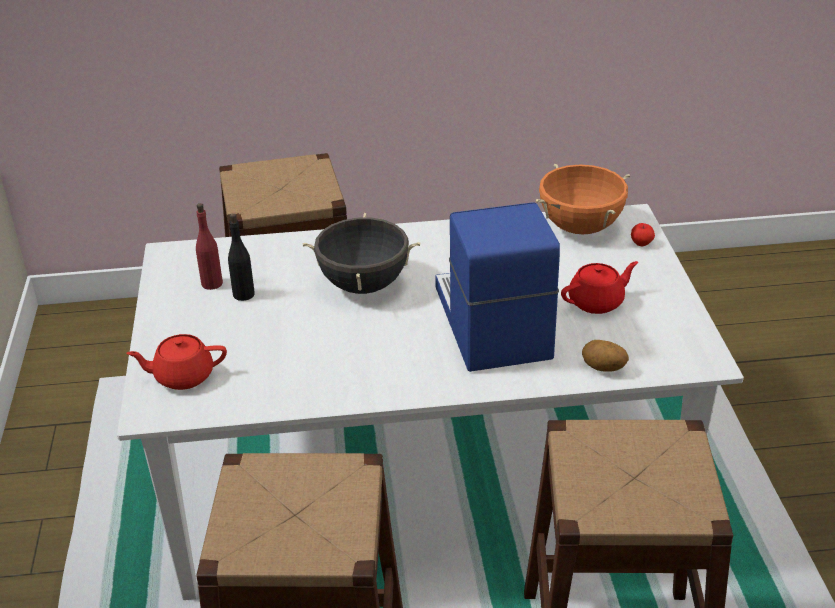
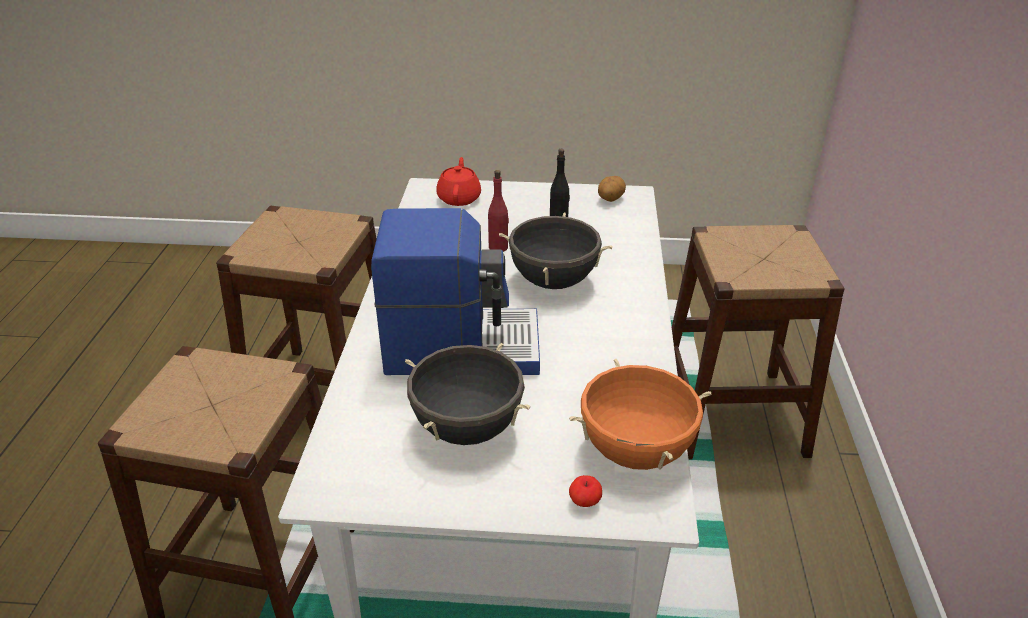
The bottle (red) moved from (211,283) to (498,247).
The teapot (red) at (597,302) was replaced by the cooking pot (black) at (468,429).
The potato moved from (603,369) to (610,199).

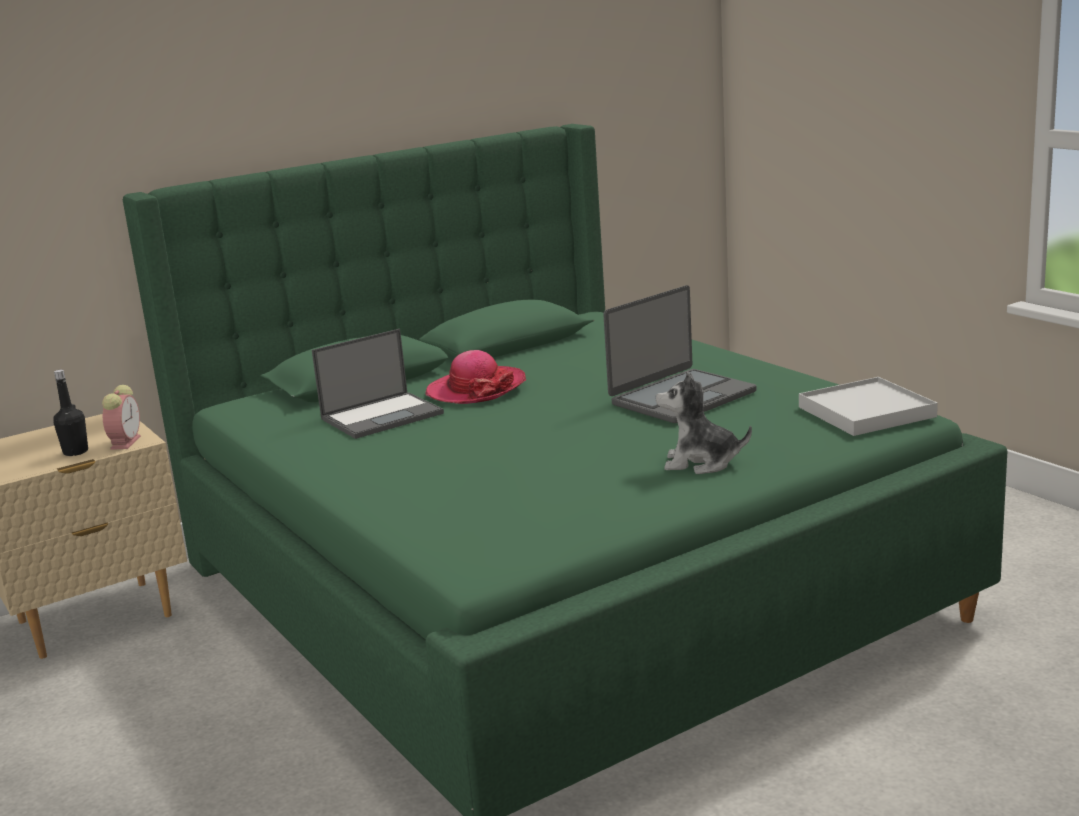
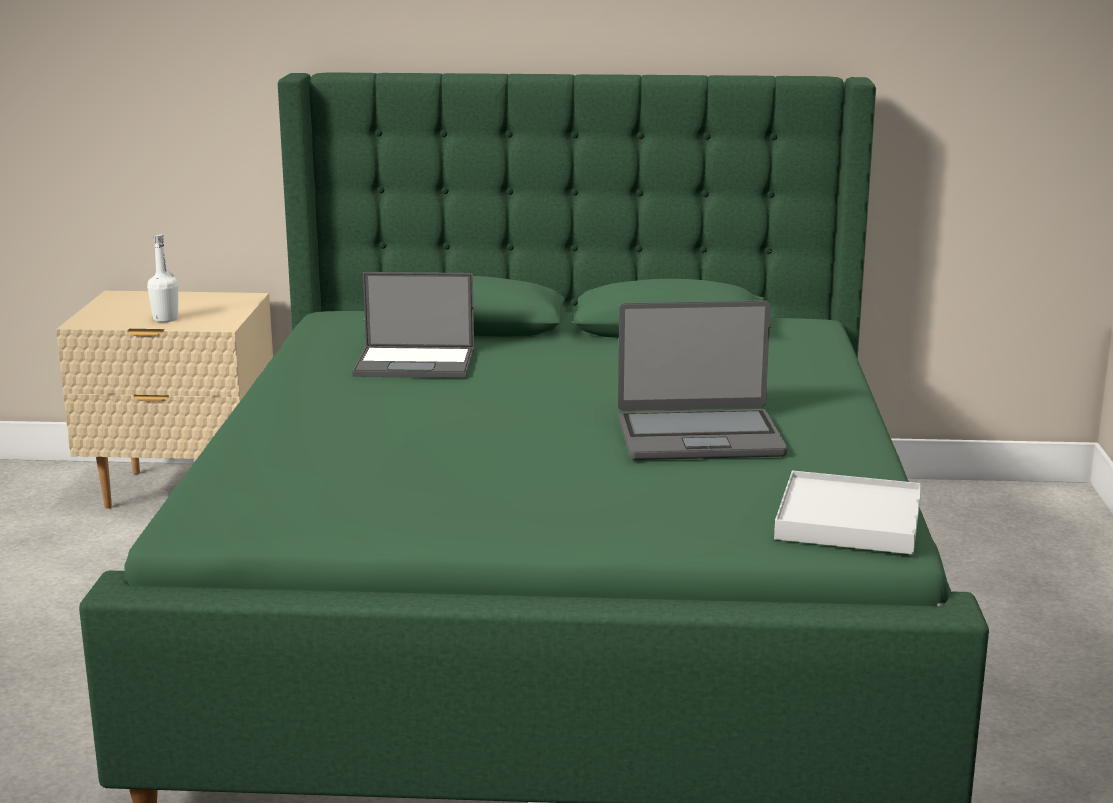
The bottle (black) at (75,452) became the bottle (white) at (165,319).
The alarm clock at (125,442) disappeared.
The hat at (476,389) disappeared.
The plush toy at (700,463) disappeared.

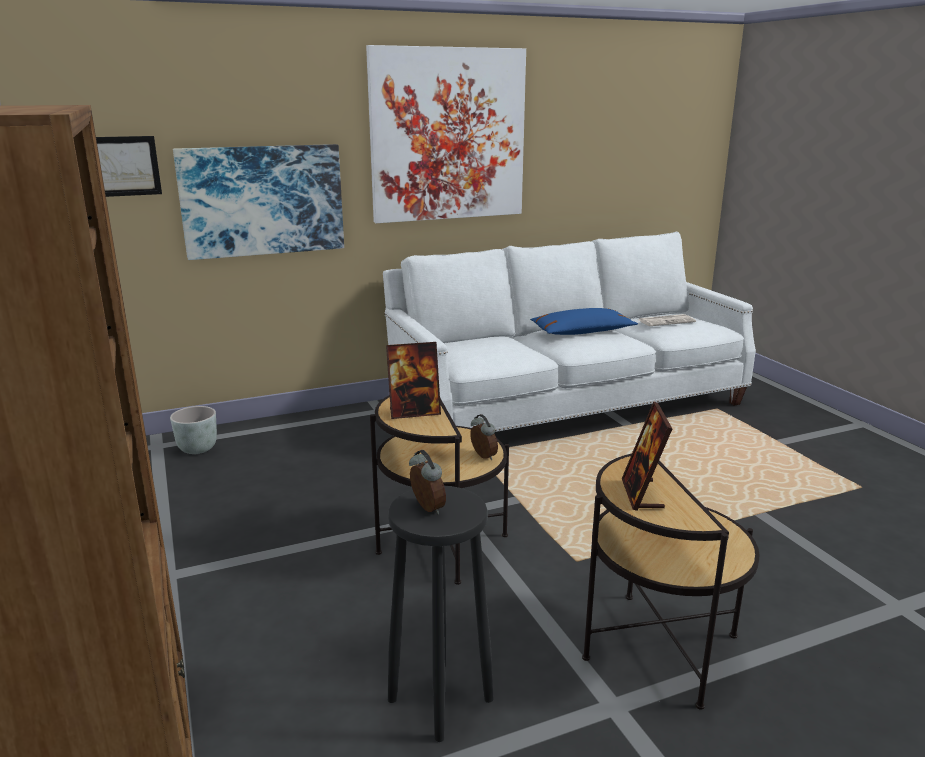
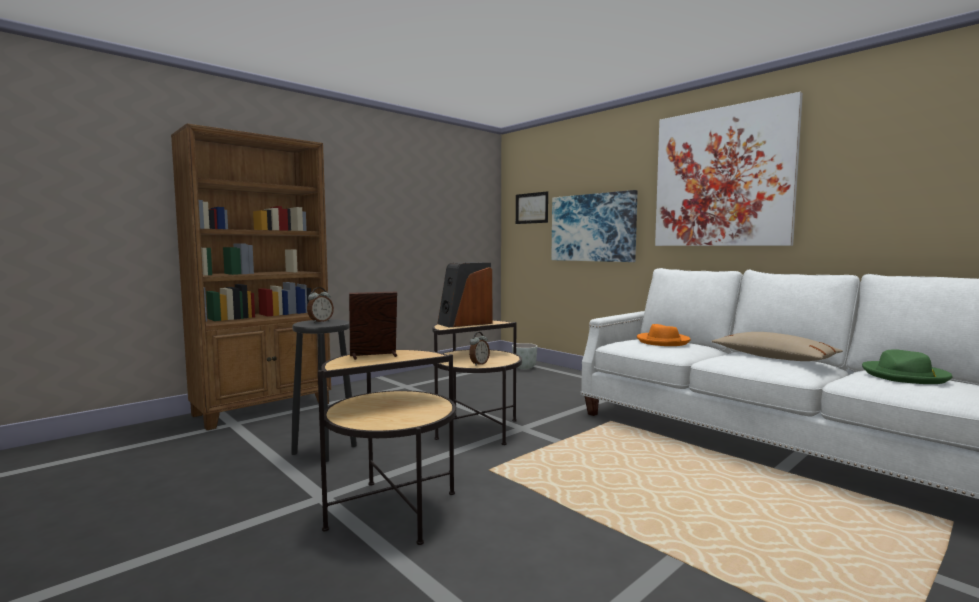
The picture frame at (414,412) was replaced by the speaker at (465,323).
The pillow (blue) at (582,332) became the pillow (beige) at (773,358).
The newspaper at (666,321) was replaced by the hat (green) at (905,376).
The hat (orange) at (663,341) appeared.

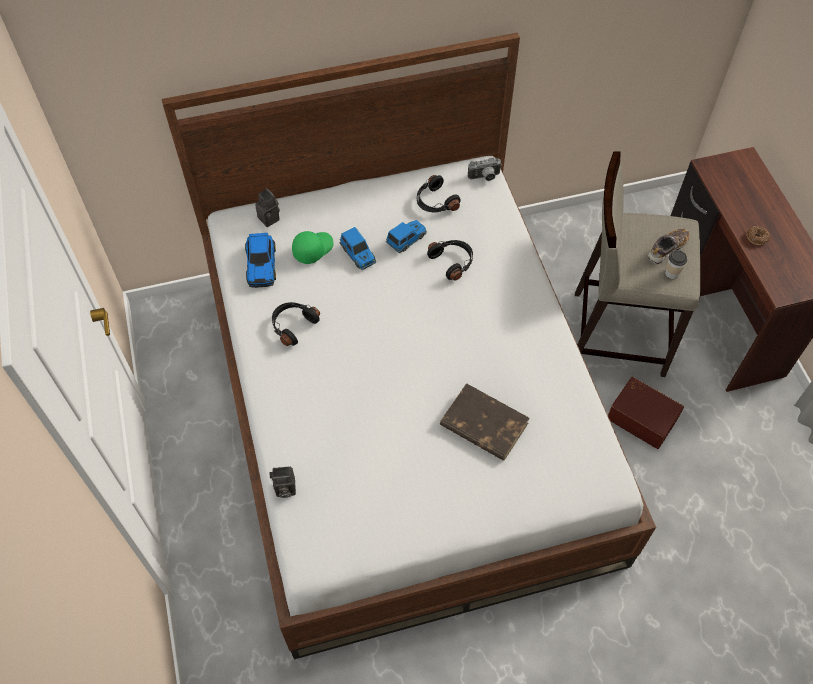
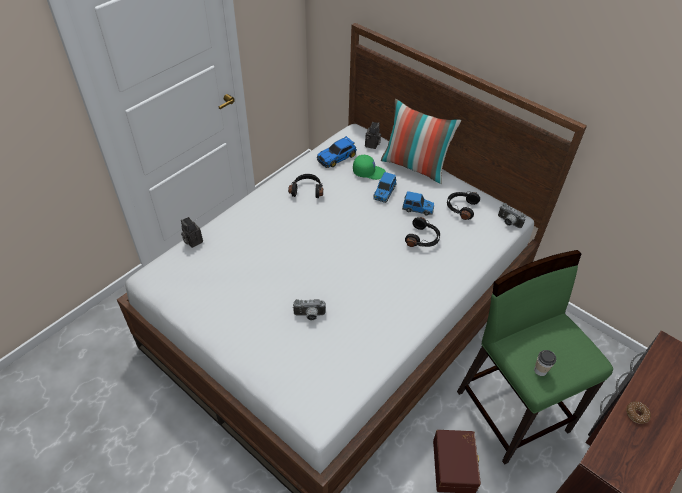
The book (brown) at (483,424) was replaced by the photo camera at (309,315).
The stool (beige) at (617,332) became the stool (green) at (512,409).
The shoe at (667,249) disappeared.
The pillow at (415,166) appeared.

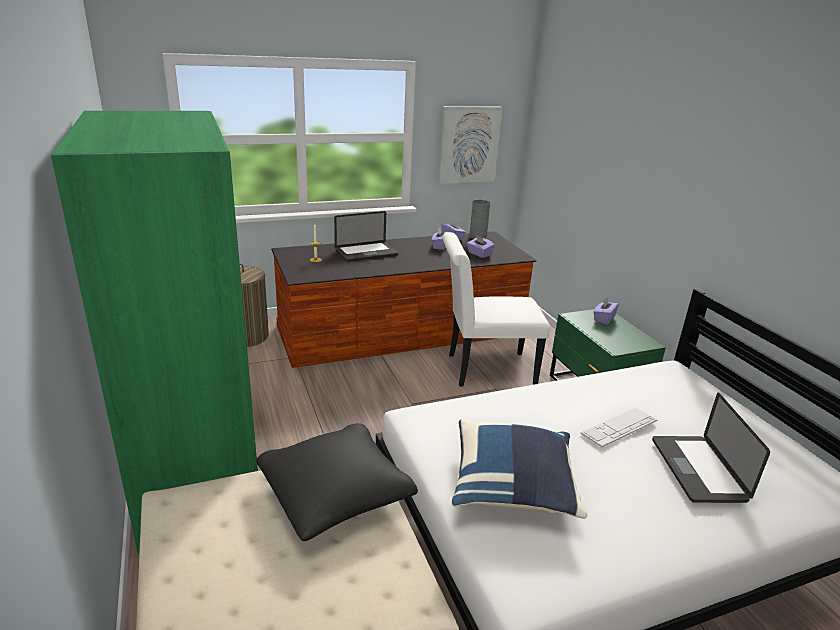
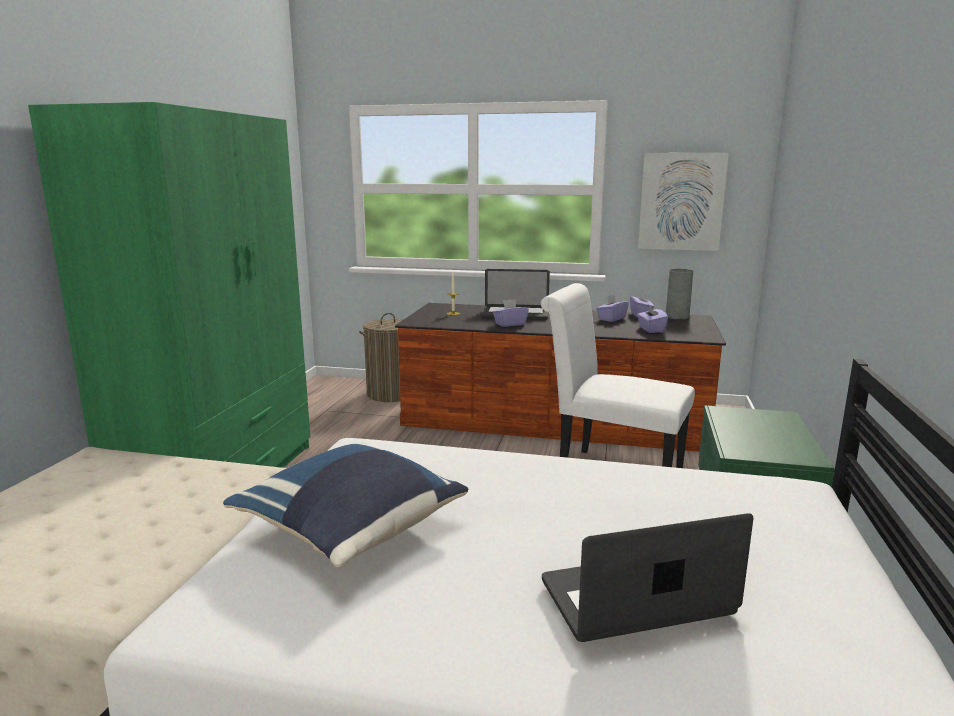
The pillow (black) at (335,493) disappeared.
The keyboard at (619,427) disappeared.
The tissue box (purple) moved from (603,319) to (510,324).
The laptop at (697,469) turned 45 degrees clockwise.

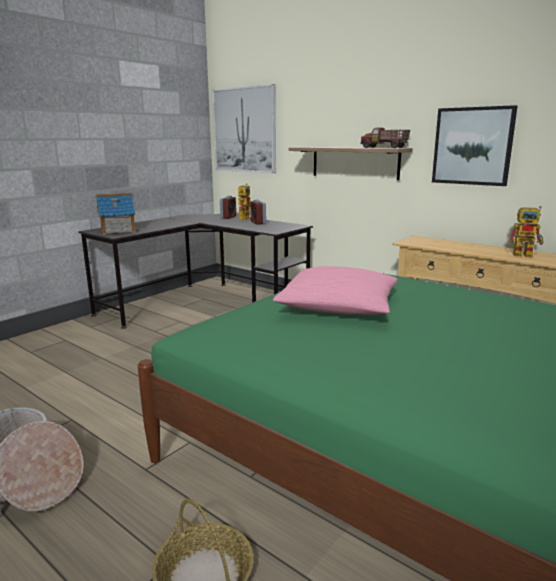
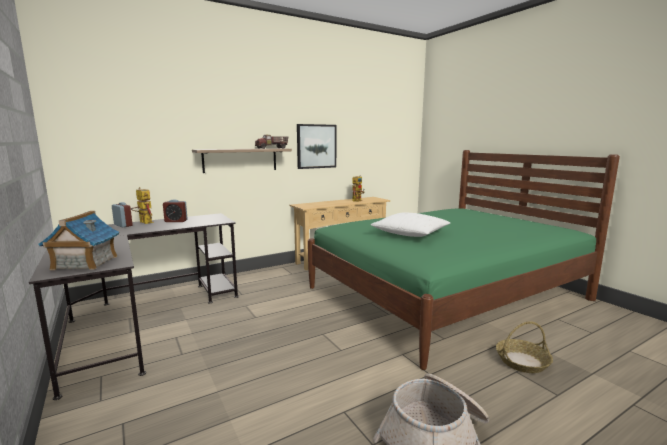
The picture at (244,130) disappeared.
The pillow (pink) at (338,306) became the pillow (white) at (410,234).

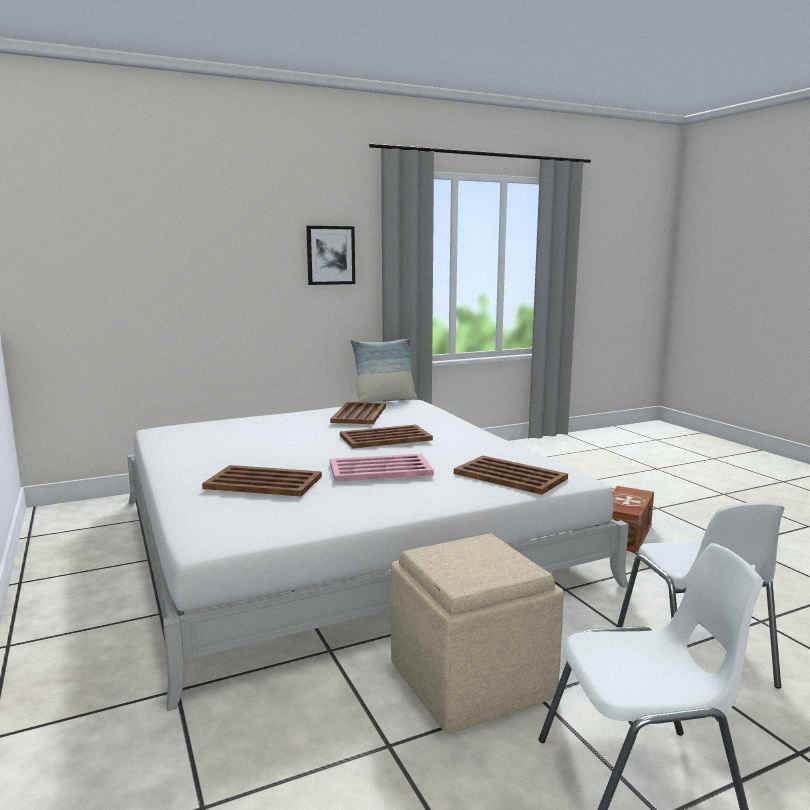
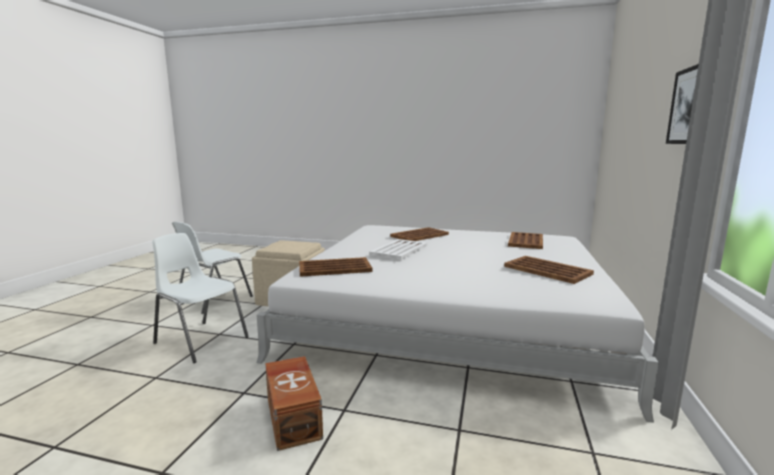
The tray (pink) at (381,469) became the tray (white) at (399,250).
The tray (brown) moved from (384,438) to (526,241).
The pillow at (384,401) disappeared.

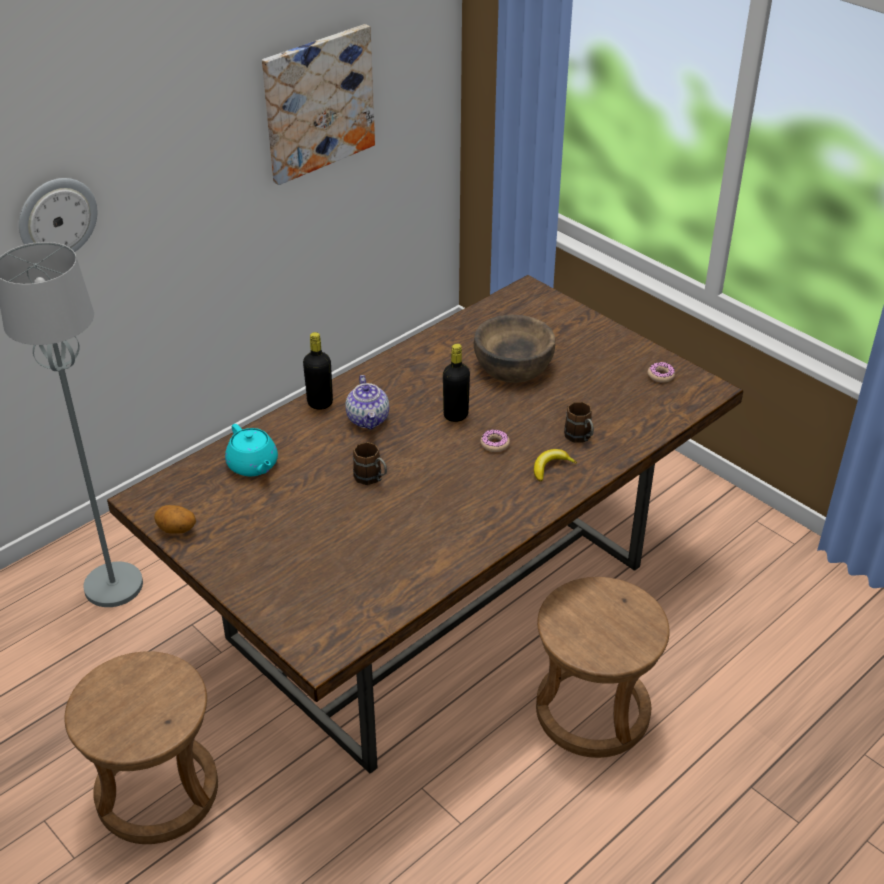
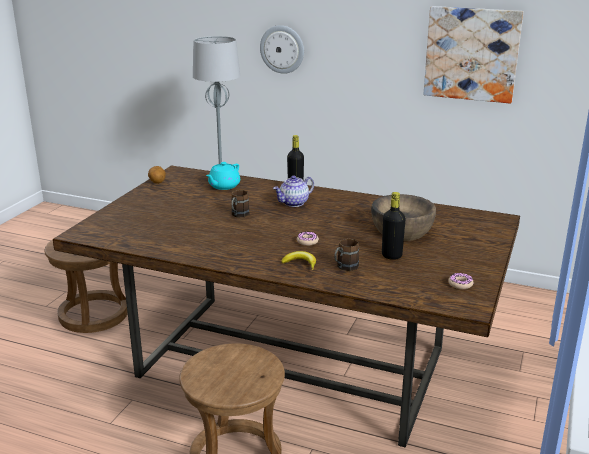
The bottle (black) moved from (455,415) to (391,256).

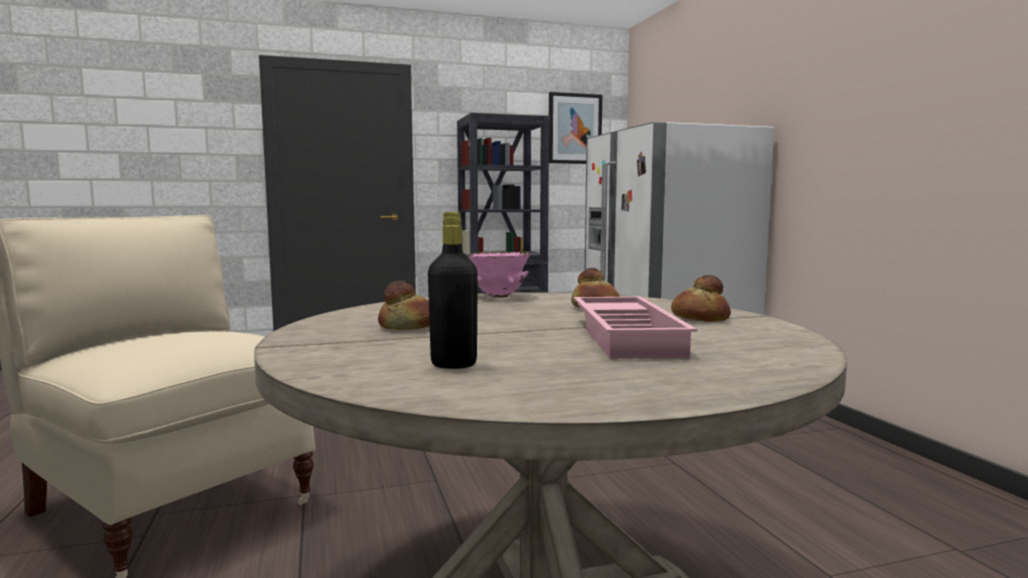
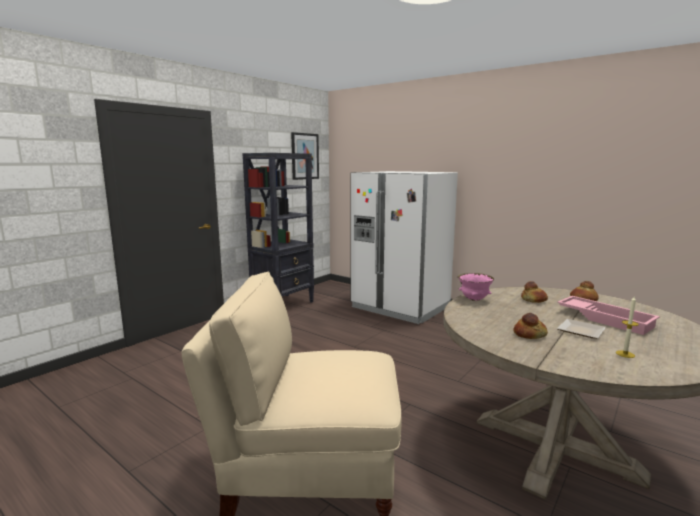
The bottle (black) at (453,364) was replaced by the candle at (625,354).
The plate at (582,331) appeared.

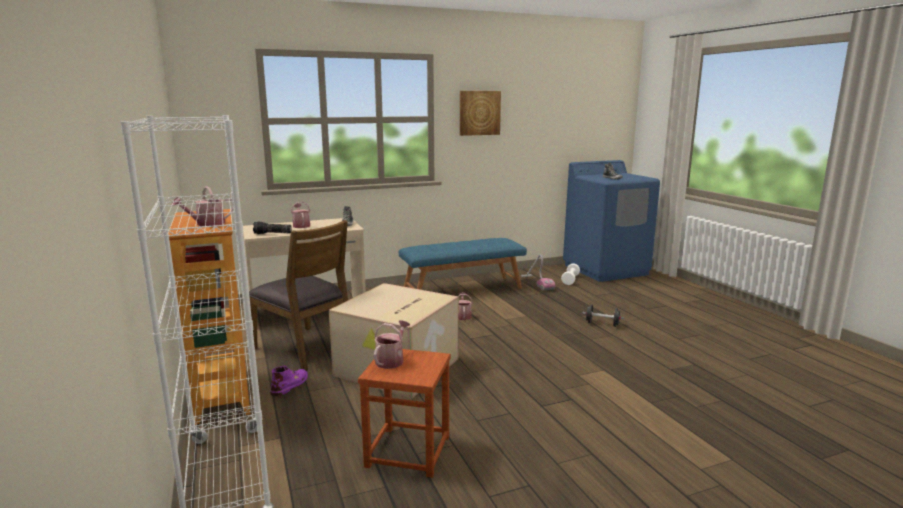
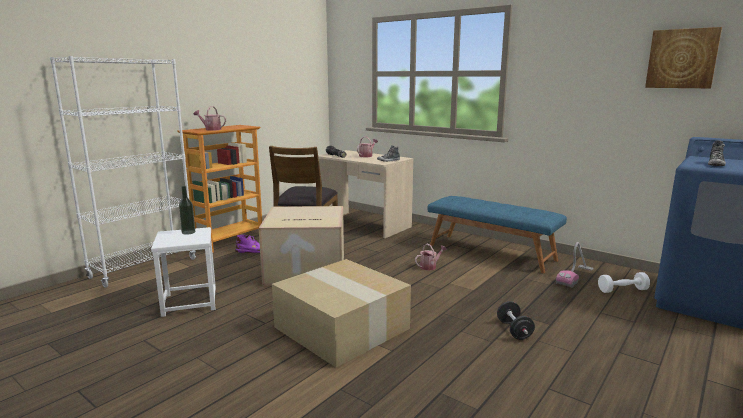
The stool (brown) at (408,451) became the stool (white) at (190,302).
The watering can at (391,360) was replaced by the bottle at (188,232).
The picture moved from (479,113) to (682,59).
The cardboard box at (344,328) appeared.

